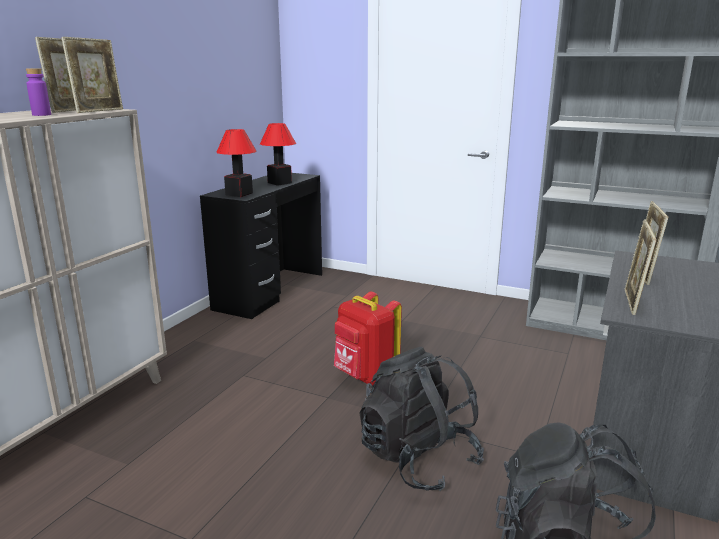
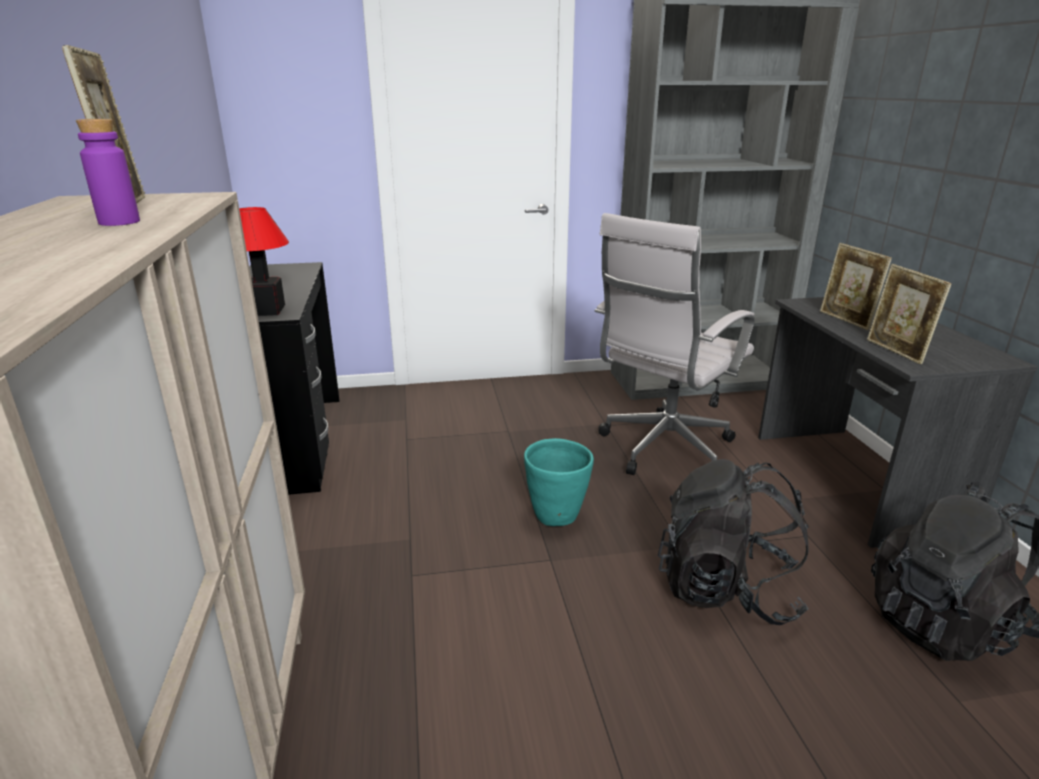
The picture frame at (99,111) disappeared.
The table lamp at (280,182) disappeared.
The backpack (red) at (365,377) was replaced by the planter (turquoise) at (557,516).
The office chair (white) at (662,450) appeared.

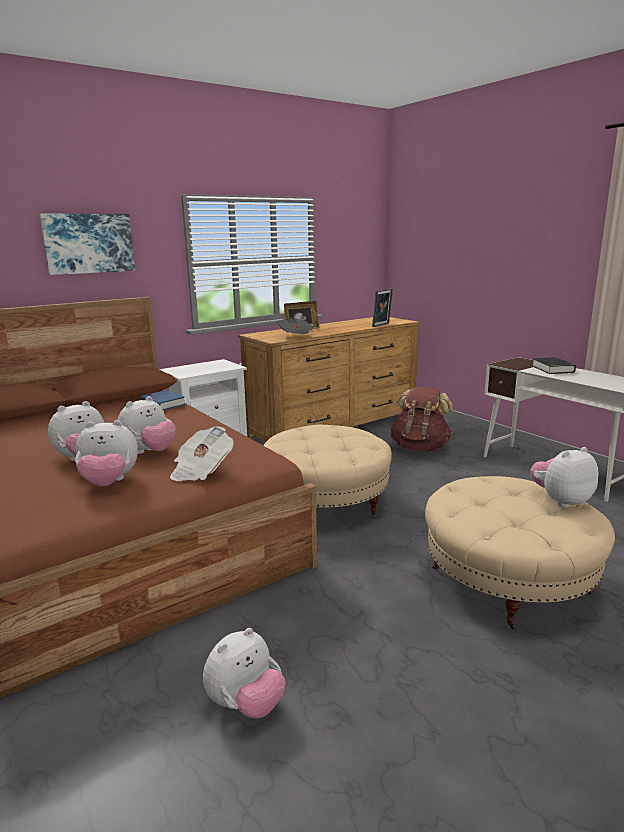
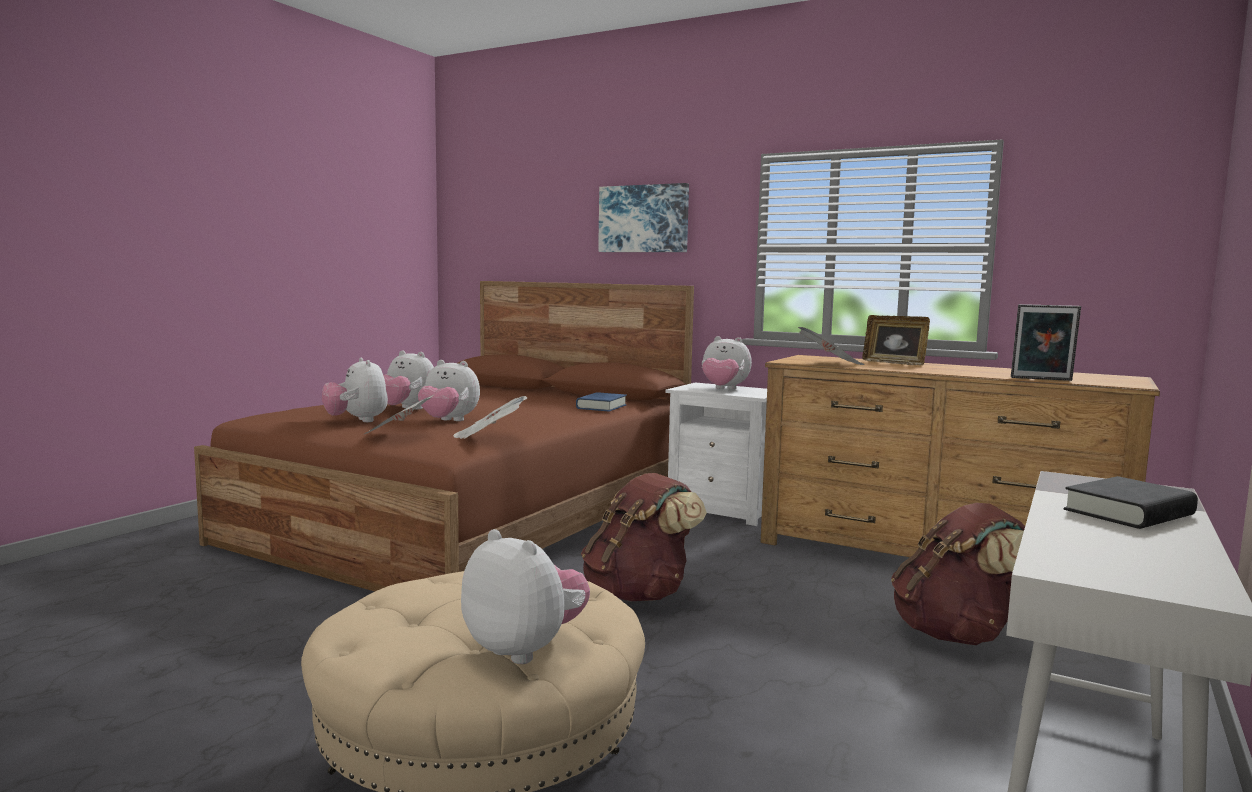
The plush toy moved from (246,705) to (724,389).
The ottoman (beige) at (325,501) was replaced by the backpack (brown) at (639,594).
The newspaper at (489,437) appeared.

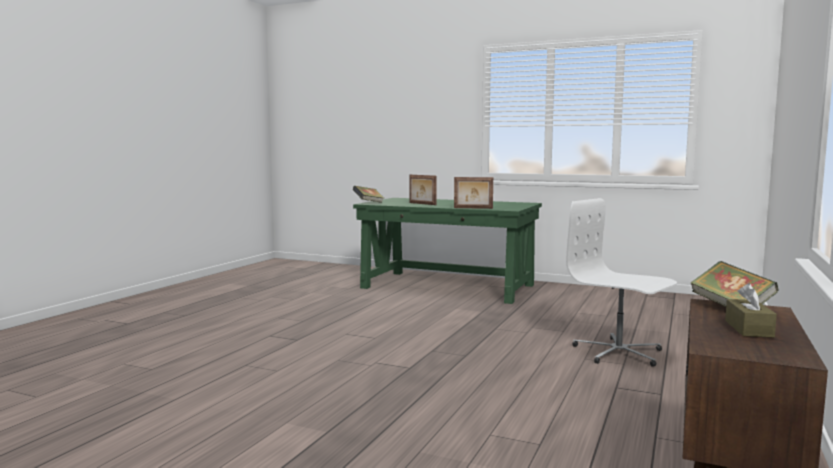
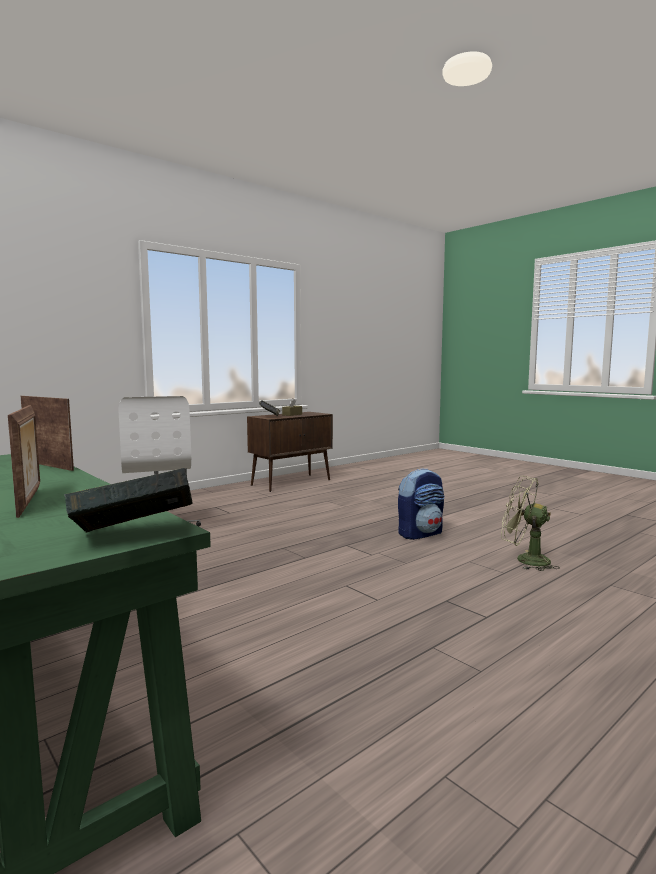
The backpack at (420,534) appeared.
The fan (green) at (525,560) appeared.

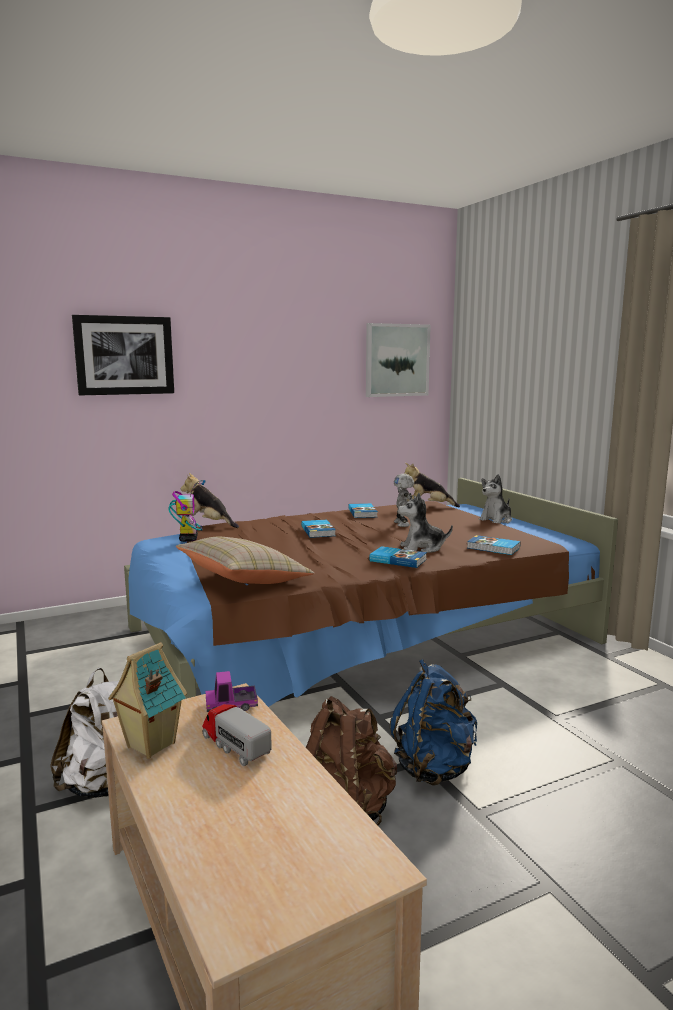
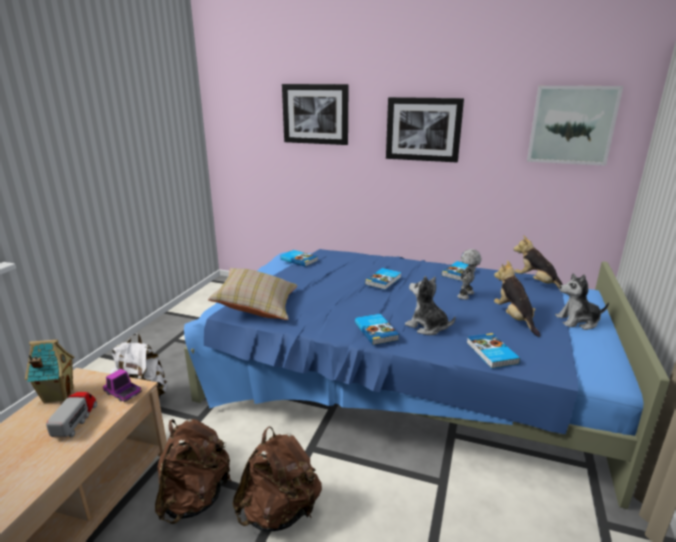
The bed (brown) at (358,636) became the bed (blue) at (401,376).
The toy robot at (188,539) was replaced by the book at (299,260).
The plush toy moved from (210,523) to (514,318).
The backpack (blue) at (434,767) became the backpack (brown) at (279,512).
The picture at (423,129) appeared.

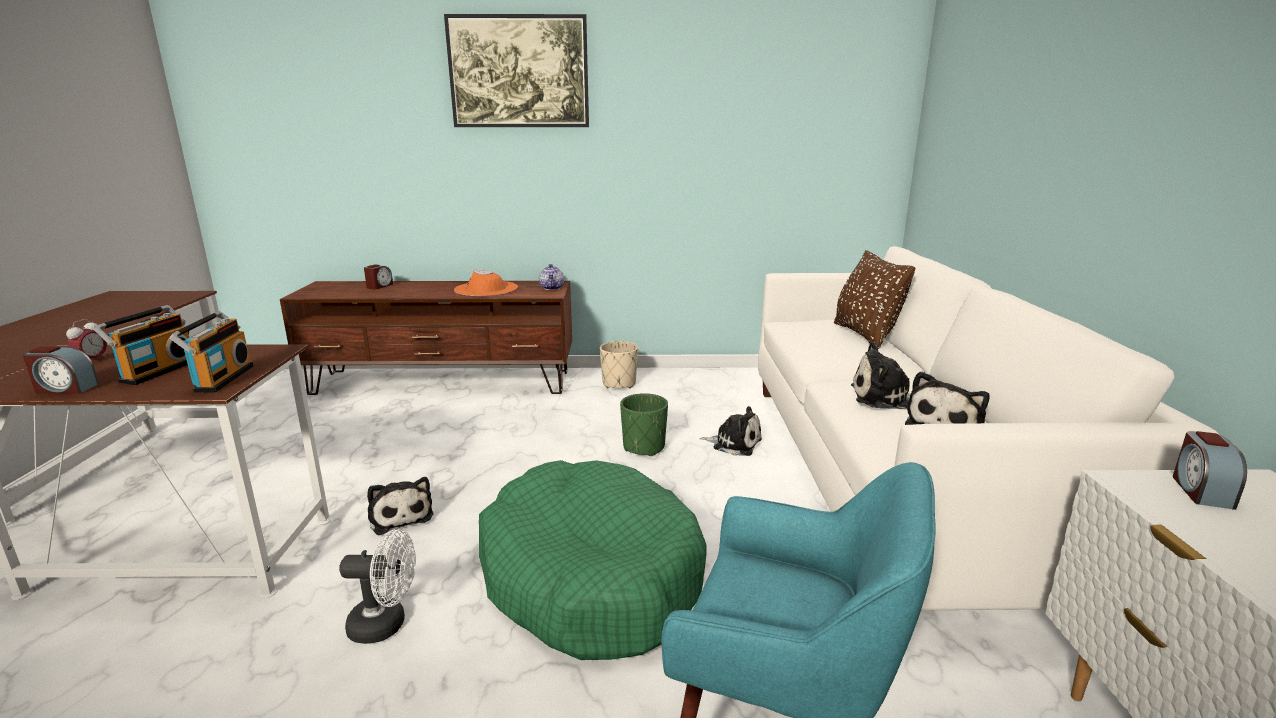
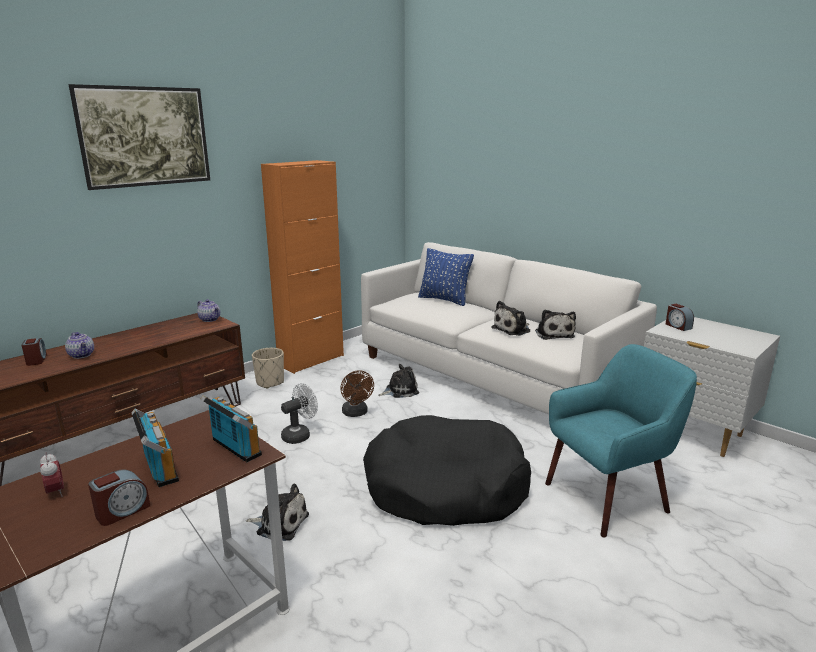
The fan (white) moved from (386,625) to (300,435).
The hat (orange) at (486,289) disappeared.
The dog bed (green) at (590,576) became the dog bed (black) at (445,487).
The planter (green) at (644,447) was replaced by the fan (brown) at (356,413).
The pillow (brown) at (865,335) became the pillow (blue) at (444,300).
The teapot at (82,355) appeared.
The cabinet (orange) at (311,360) appeared.

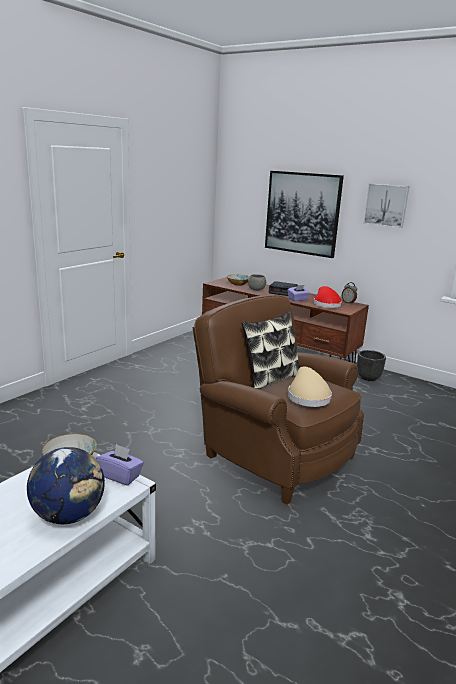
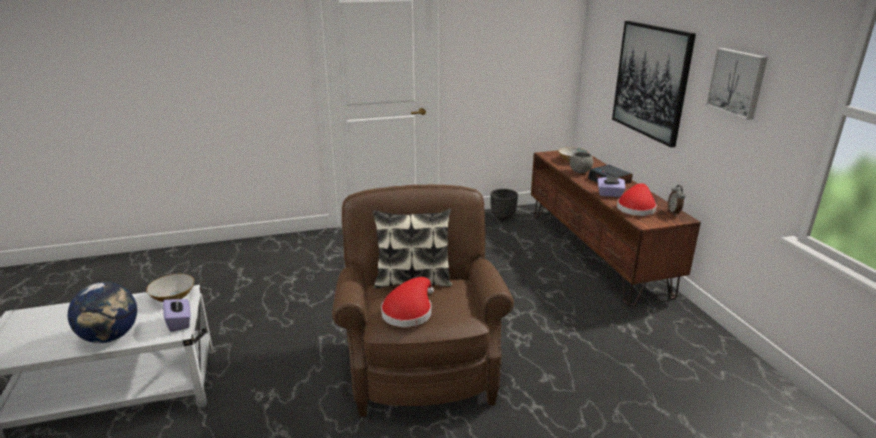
The hat (beige) at (307,396) became the hat (red) at (409,311).
The planter (black) moved from (368,377) to (503,216).

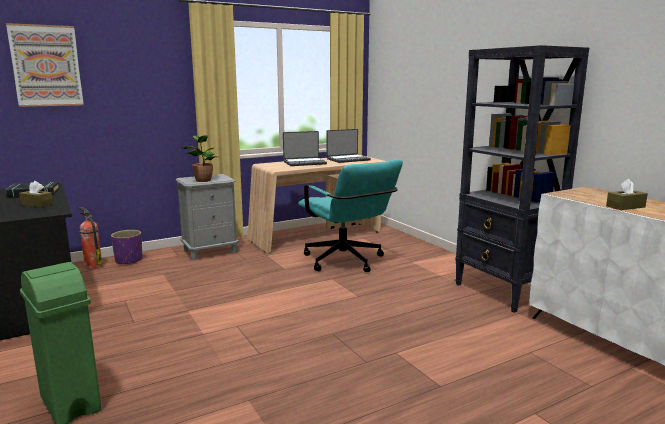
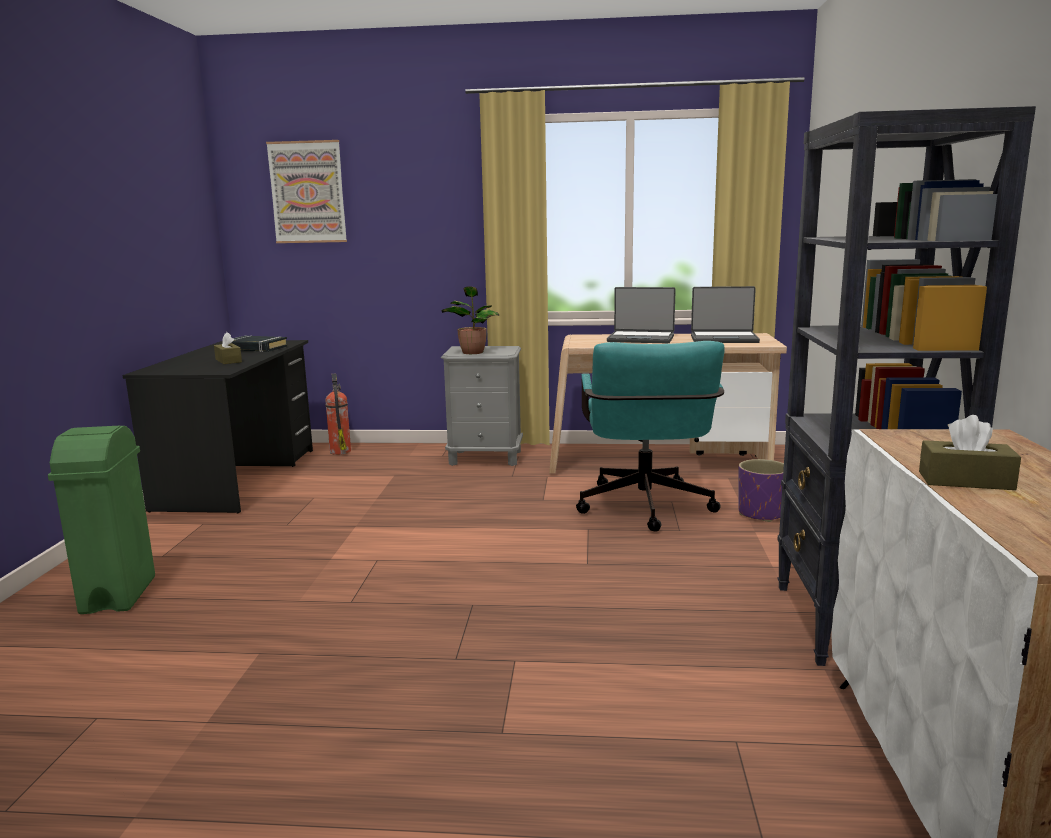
The planter (purple) moved from (129,261) to (761,513).

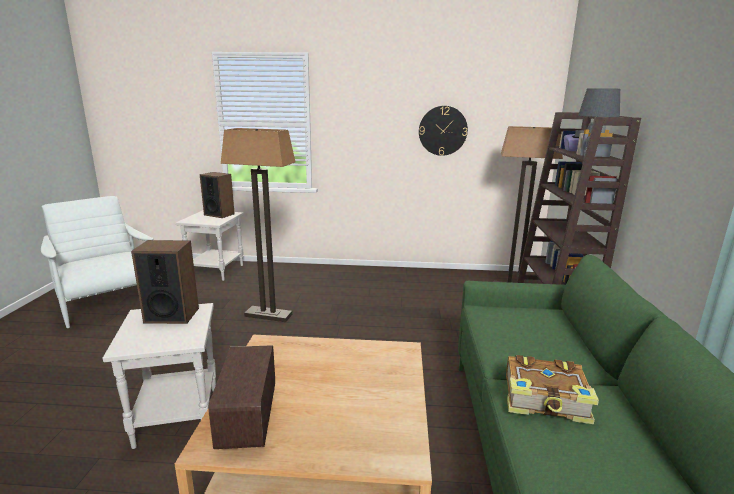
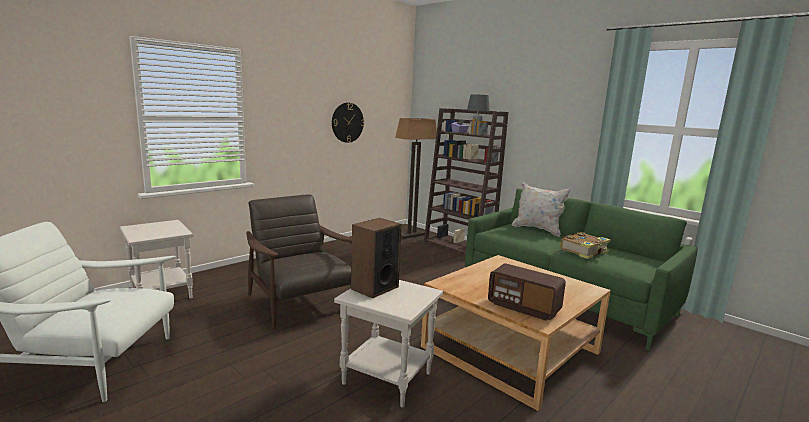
The speaker at (219,214) disappeared.
The floor lamp at (269,315) was replaced by the armchair (brown) at (300,303).
The pillow (white) at (537,230) appeared.

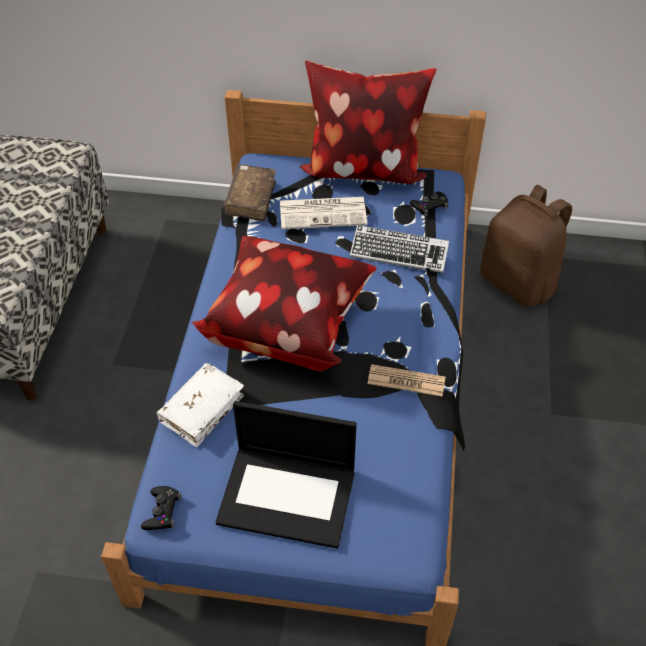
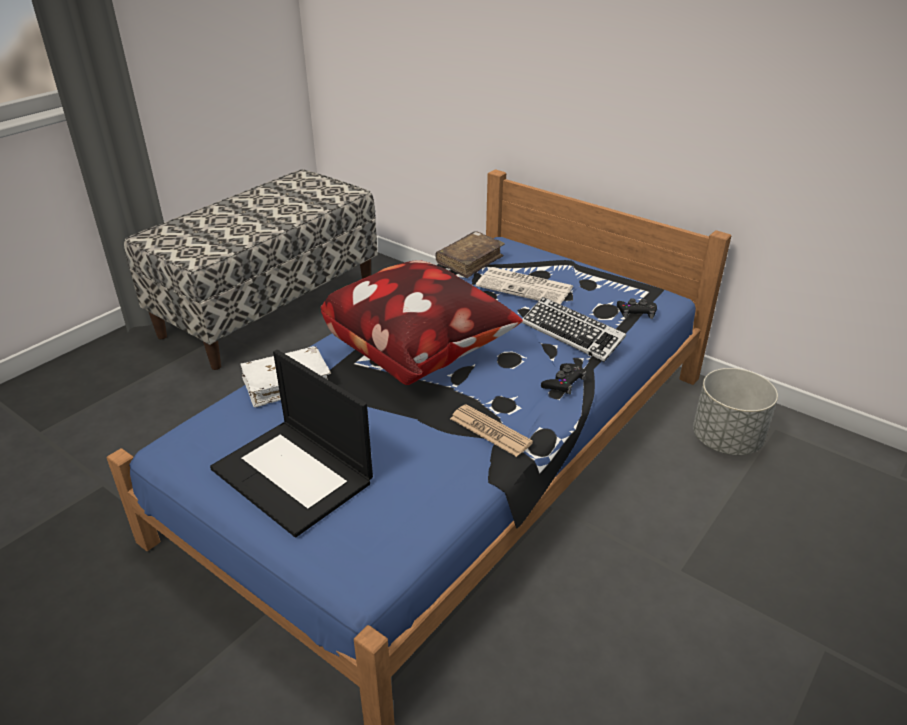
The game controller (black) moved from (162,511) to (564,383).
The pillow at (363,168) disappeared.
The backpack (brown) at (519,282) was replaced by the planter (grey) at (726,440).

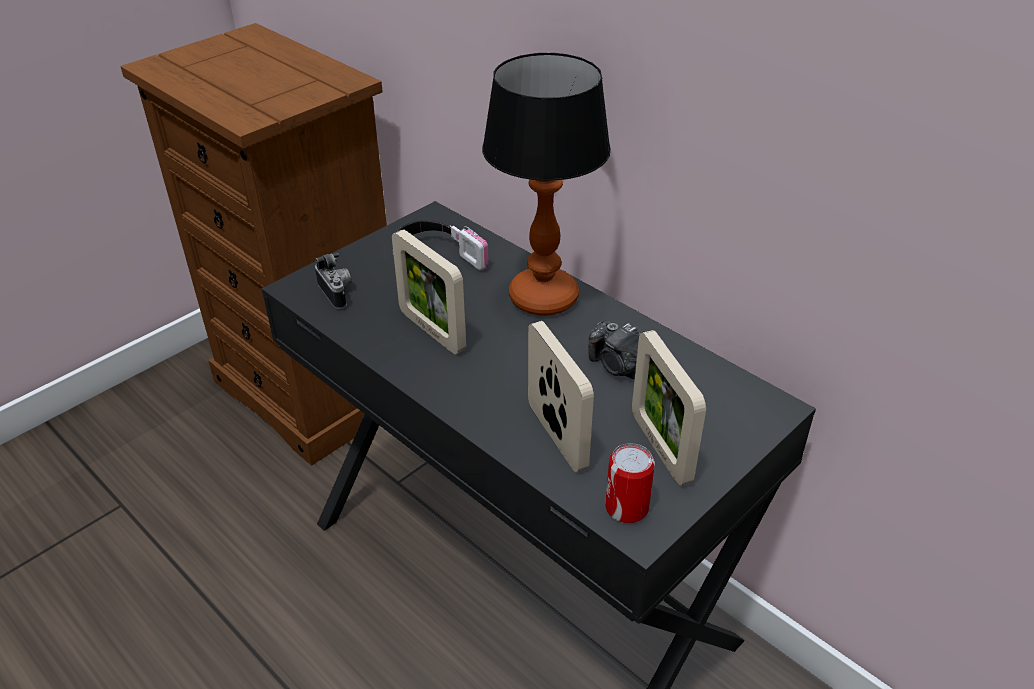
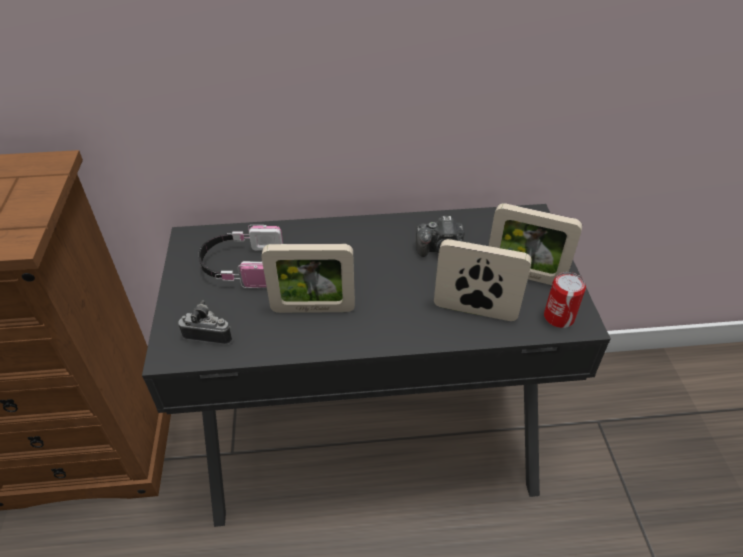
The table lamp at (542,298) disappeared.

